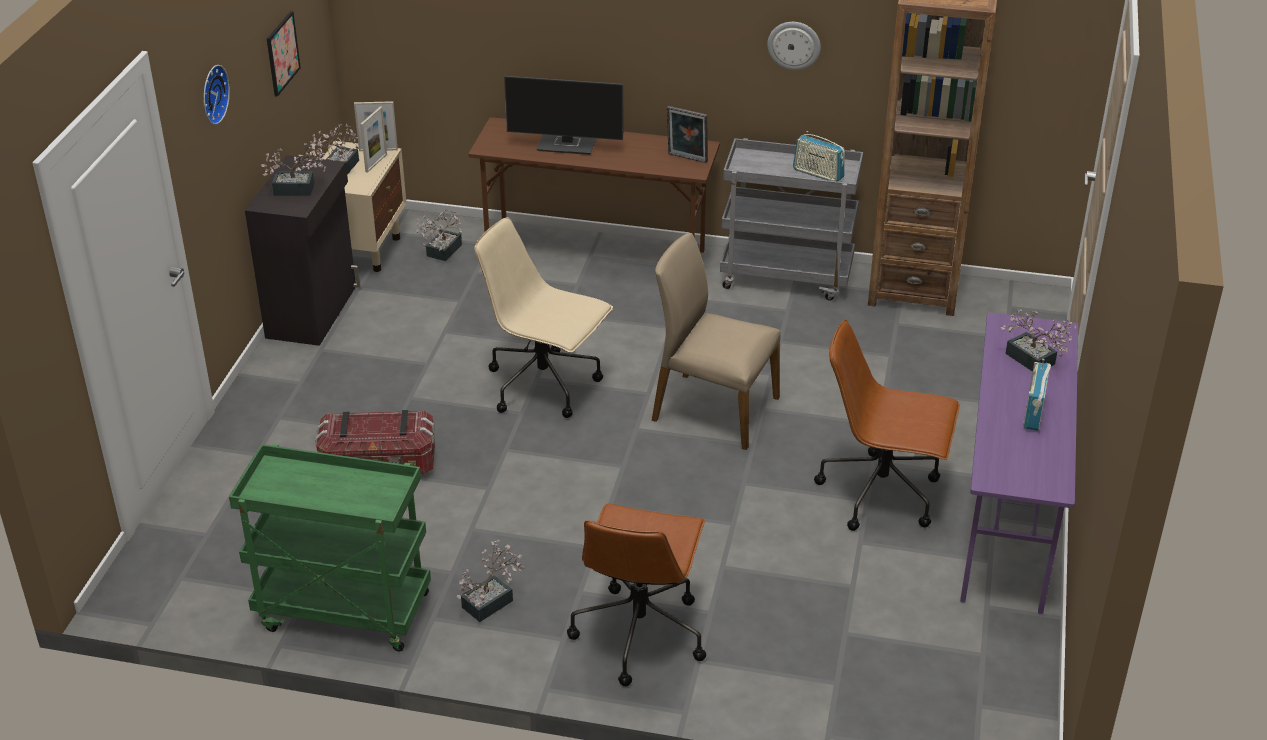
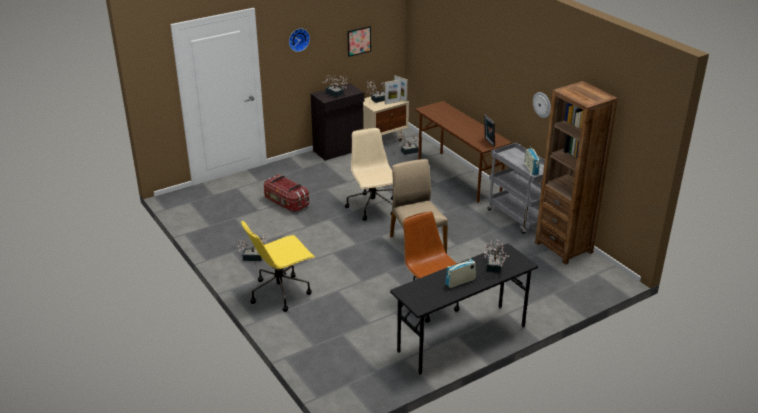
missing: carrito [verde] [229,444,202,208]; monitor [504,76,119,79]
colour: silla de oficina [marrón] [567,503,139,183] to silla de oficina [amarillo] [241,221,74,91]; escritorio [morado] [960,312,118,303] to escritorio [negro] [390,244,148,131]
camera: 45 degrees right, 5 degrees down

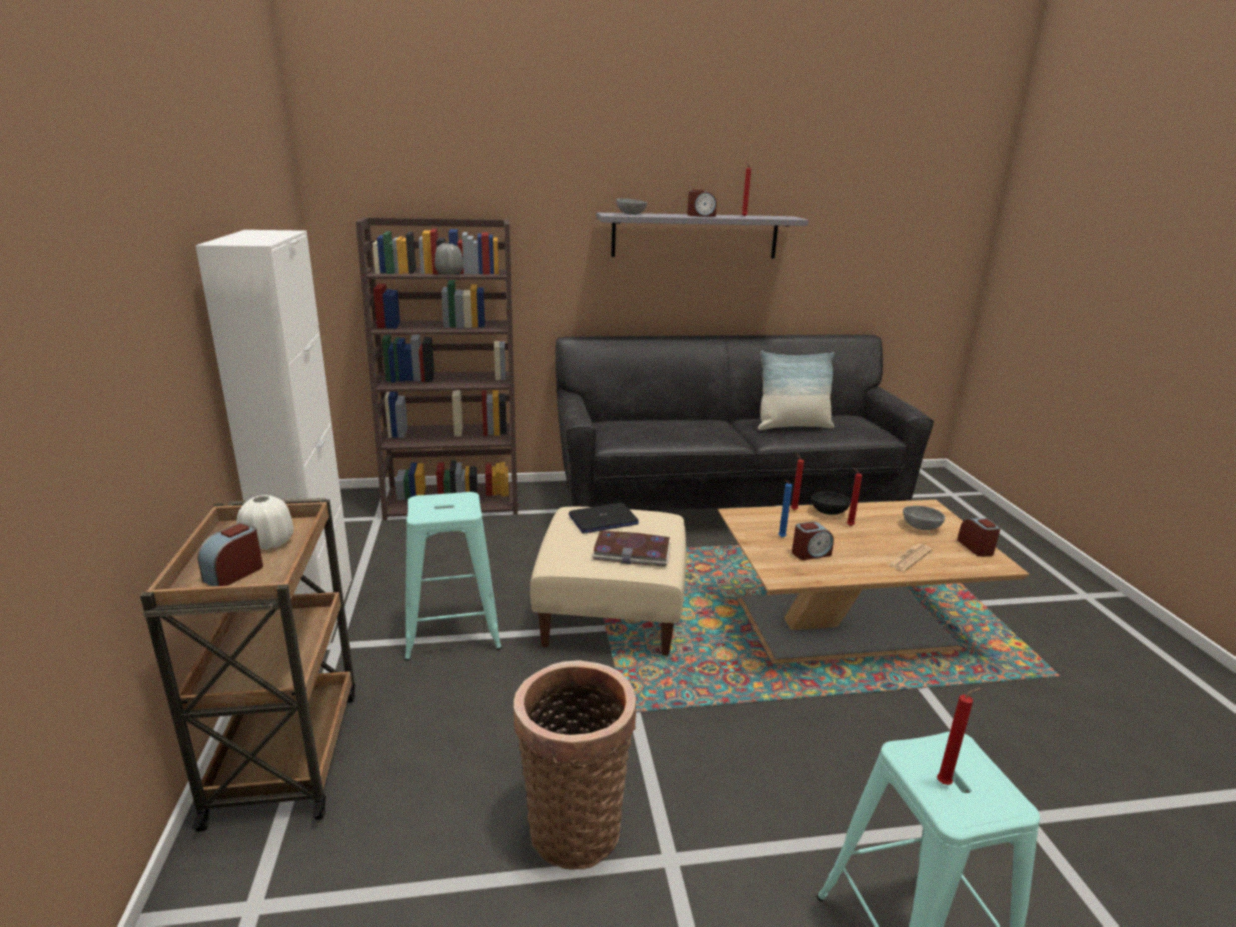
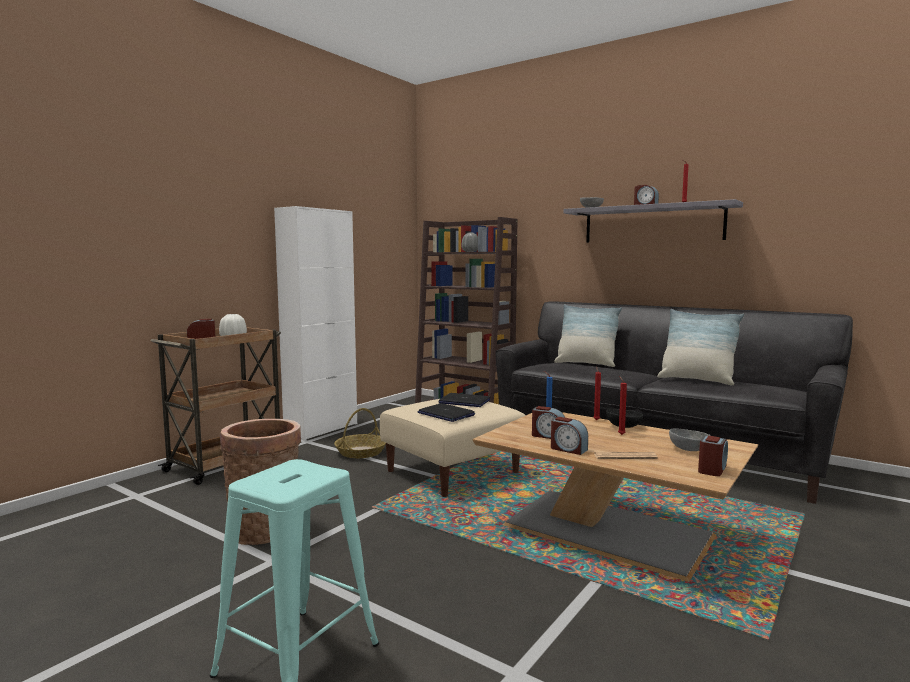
missing: vela [rojo] [937,688,45,97]
appeared: despertador [551,417,37,38]; cojín [554,304,68,63]
exchanged: taburete [turquesa] [405,492,97,169] to cesta [334,408,52,50]; libro [592,531,79,36] to portátil [418,403,57,19]
camera: 45 degrees right, 15 degrees down

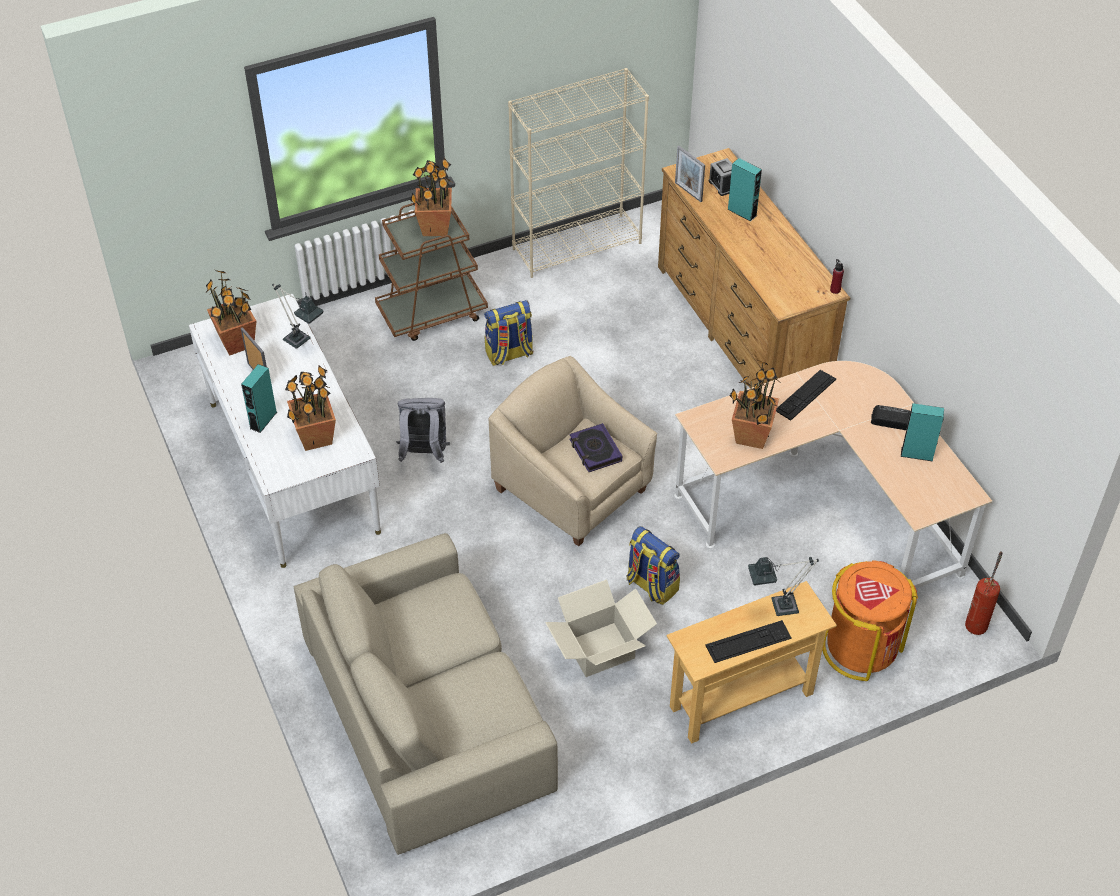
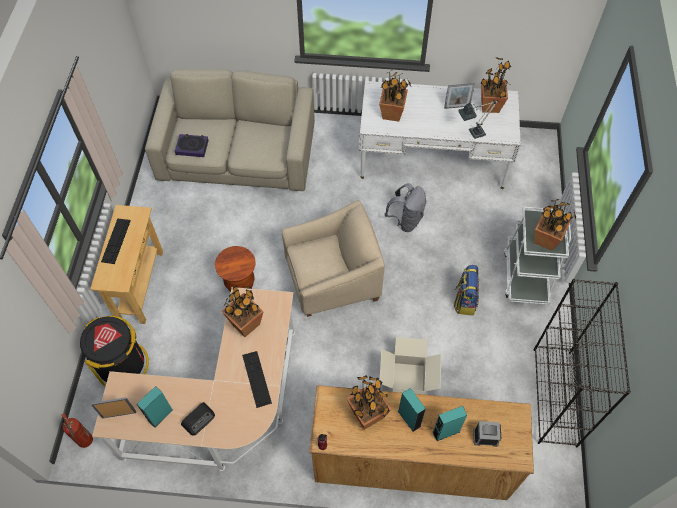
missing: lámpara de mesa [748,557,71,59]
appeared: planta en maceta [346,375,46,55]
relocated: altavoz [turquesa] [241,364,36,69] to [398,388,28,44]; caja de cartón [545,579,112,98] to [379,337,62,58]; libro [569,423,53,49] to [174,134,35,23]; portarretratos [675,146,30,56] to [91,397,45,21]
exchanged: mochila [627,526,53,79] to taburete [marrón] [215,246,41,46]
colour: carrito [marrón] [375,203,113,138] to carrito [blanco] [504,207,67,98]; estantería [beis] [508,68,141,210] to estantería [negro] [534,279,97,168]; papelera [naranja] [822,560,96,121] to papelera [negro] [80,316,69,70]
camera: 120 degrees right, 10 degrees up

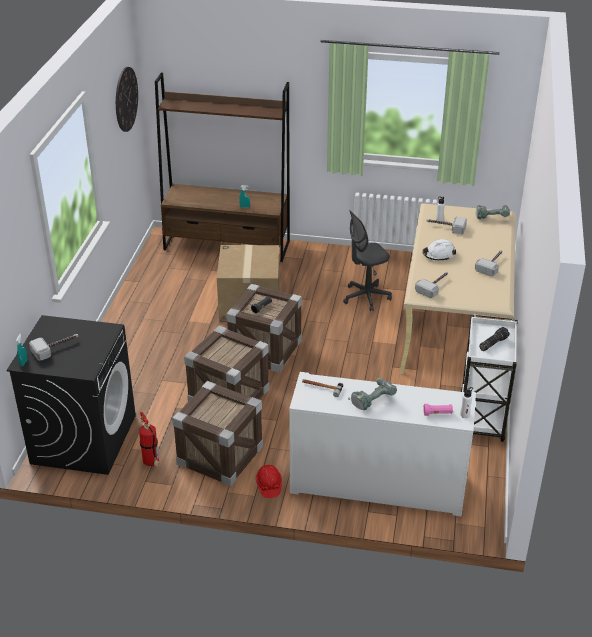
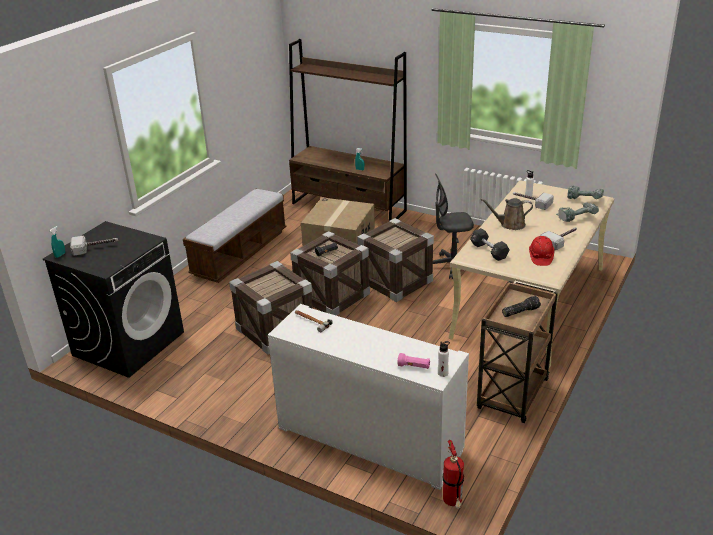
missing: reloj de pared [116,67,22,65]
appeared: banco [183,189,103,94]
relocated: extintor [139,412,20,54] to [443,440,21,68]; caja de embalaje [172,381,91,106] to [357,218,77,84]; casco [rojo] [256,465,26,33] to [529,236,26,30]; taladro [348,377,49,33] to [556,202,43,20]
exchanged: martillo [415,272,33,26] to mancuerna [negro] [470,228,39,33]; casco [blanco] [423,239,33,22] to regadera [marrón] [480,198,53,32]
colour: carrito [blanco] [461,314,57,128] to carrito [marrón] [477,281,81,142]
camera: 20 degrees right, 5 degrees down

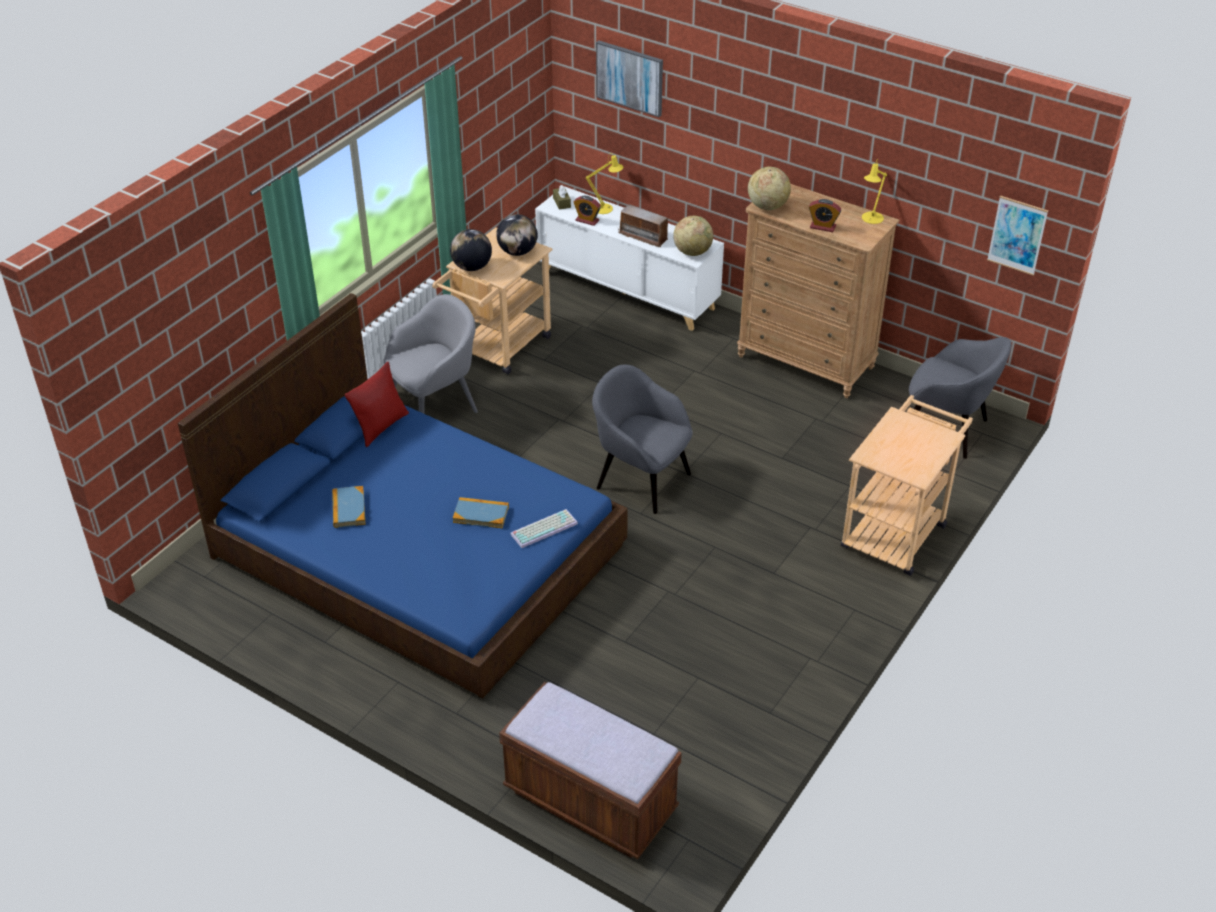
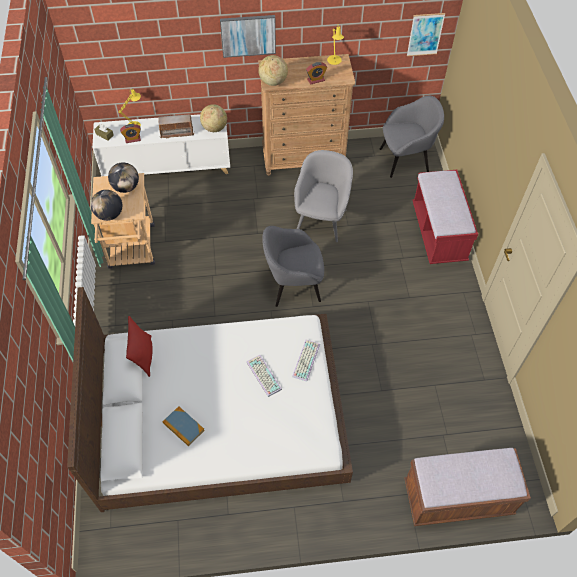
relocated: sillón [gris] [383,294,95,119] to [294,150,59,92]; cuadro [596,41,67,76] to [220,15,56,43]
exchanged: libro [453,497,56,31] to teclado [247,355,35,42]; carrito [beis] [841,395,132,181] to banco [rojo] [412,170,66,94]
colour: cama [azul] [178,293,450,405] to cama [blanco] [67,287,286,225]
camera: 40 degrees left, 15 degrees up

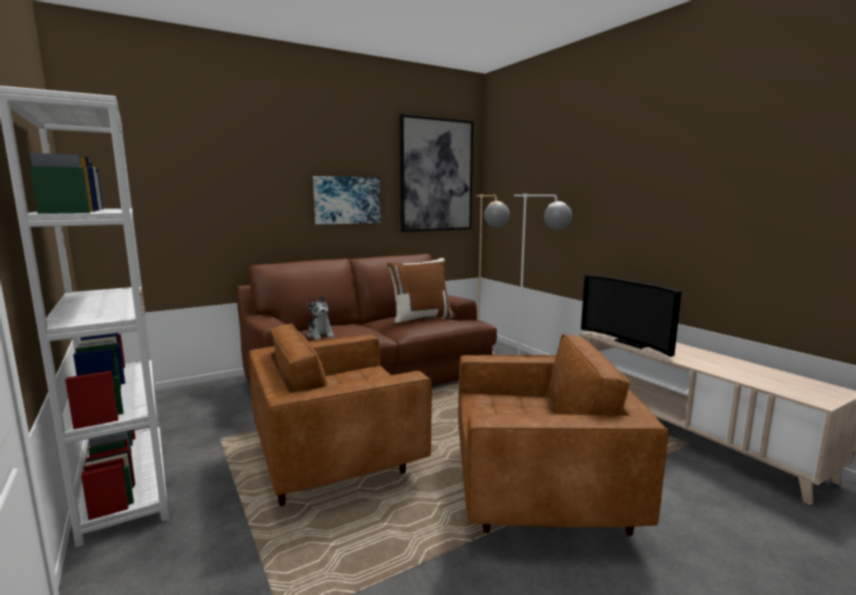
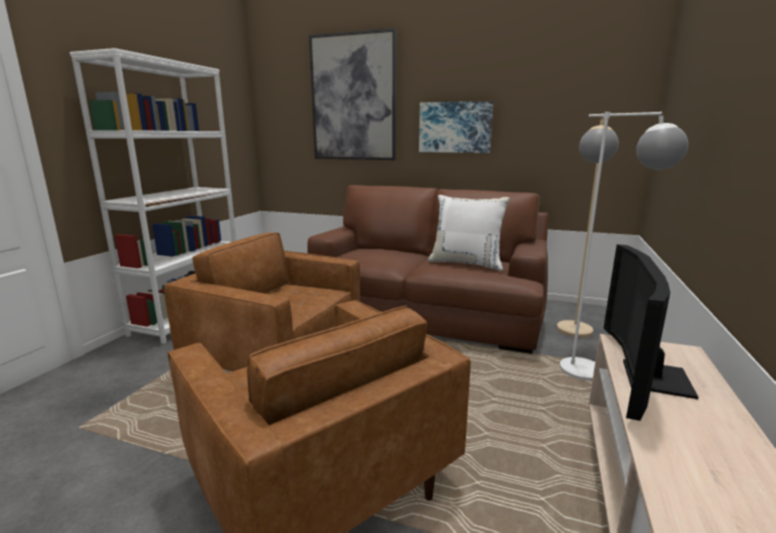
missing: peluche [307,295,27,45]
relocated: cuadro [399,114,74,118] to [309,28,88,132]
colour: cojín [marrón] [387,258,68,67] to cojín [blanco] [428,195,82,76]
camera: 50 degrees right, 5 degrees up

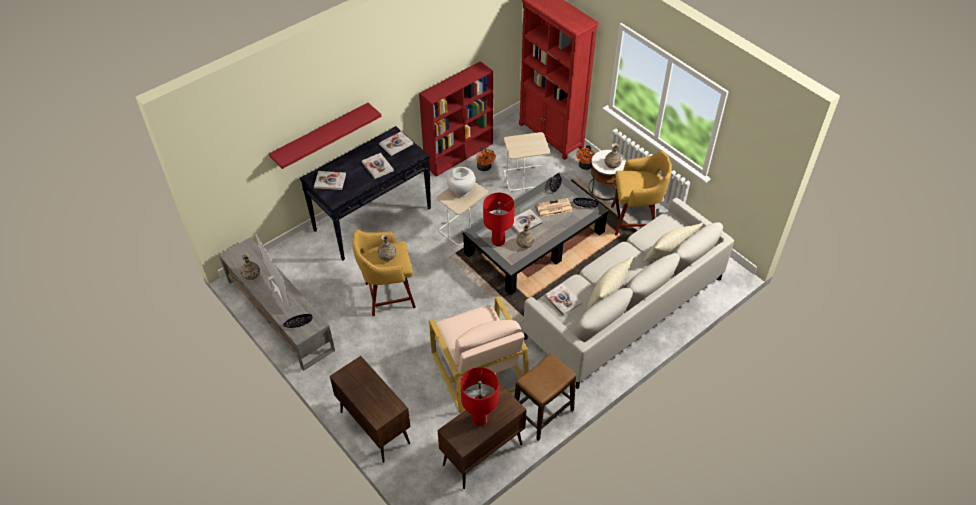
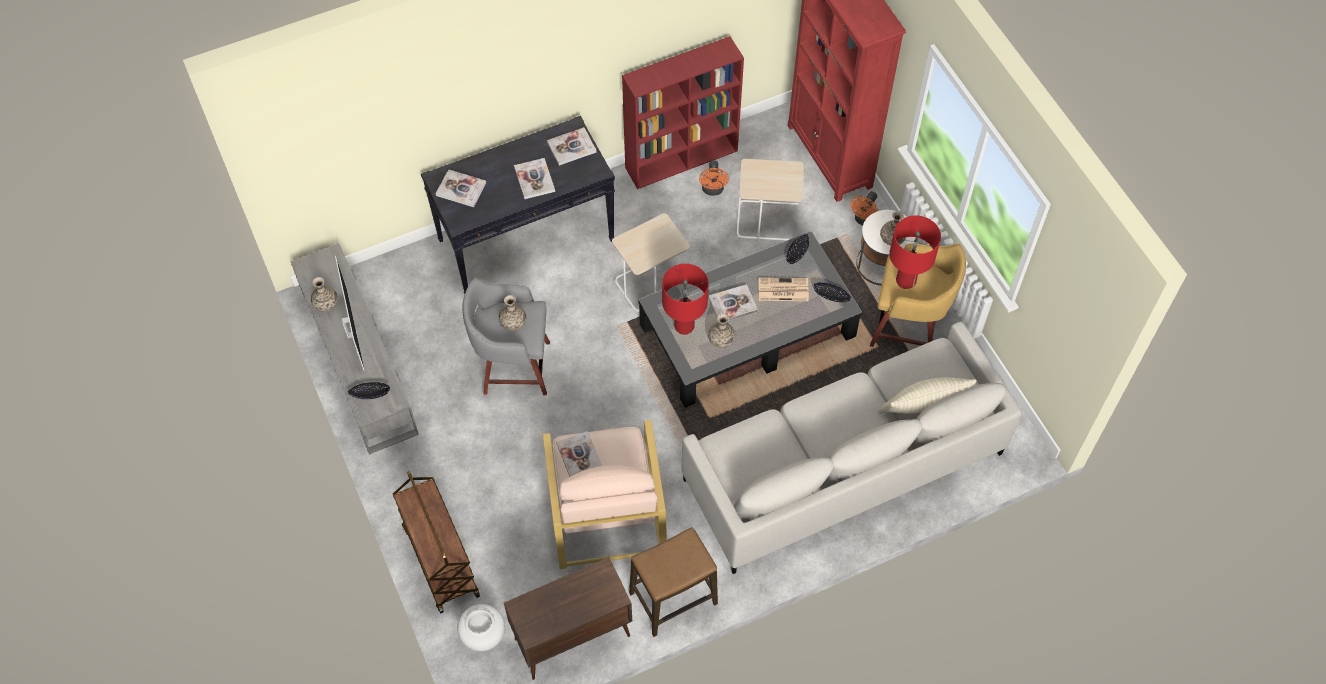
missing: estante [rojo] [269,103,112,66]; cojín [beis] [587,256,46,54]
relocated: florero [blanco] [446,167,29,30] to [457,604,48,47]; lámpara de mesa [rojo] [461,367,38,59] to [889,216,52,73]; libro [544,284,37,32] to [556,431,46,46]
exchanged: armario [marrón] [330,356,81,107] to carrito [marrón] [393,471,87,142]
colour: taburete [amarillo] [353,229,63,87] to taburete [gris] [462,278,88,117]
camera: 15 degrees right, 10 degrees up

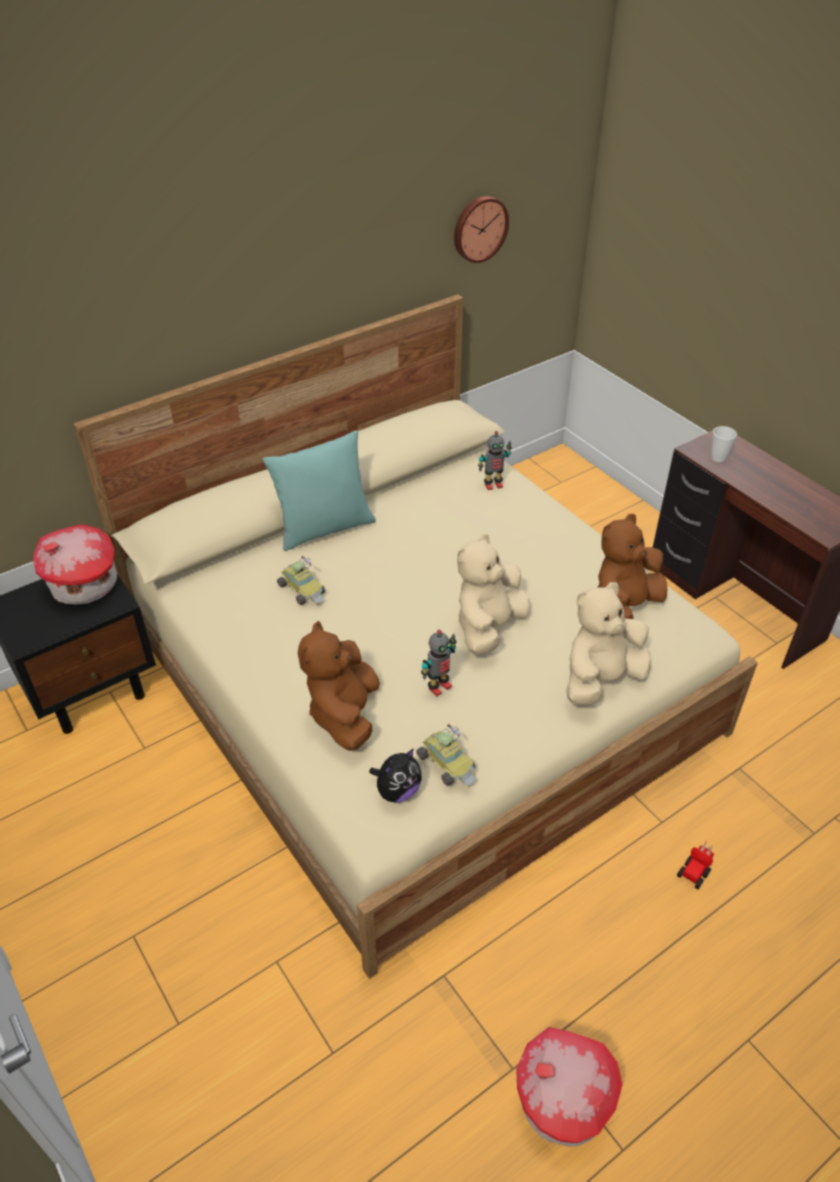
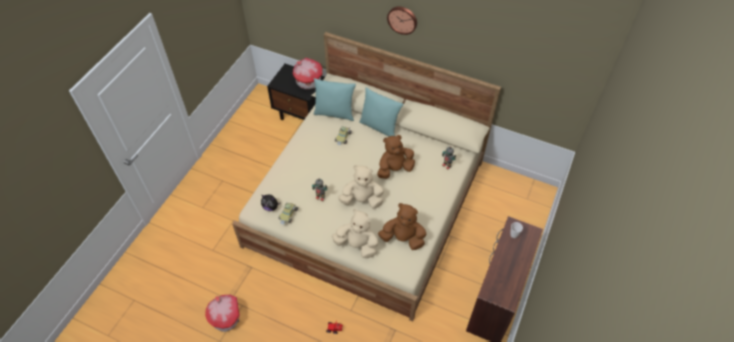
appeared: cojín [turquesa] [313,78,43,43]
relocated: peluche [marrón] [298,621,82,130] to [377,135,38,44]; reloj de pared [454,196,55,67] to [387,6,30,29]
camera: 60 degrees right, 10 degrees up

